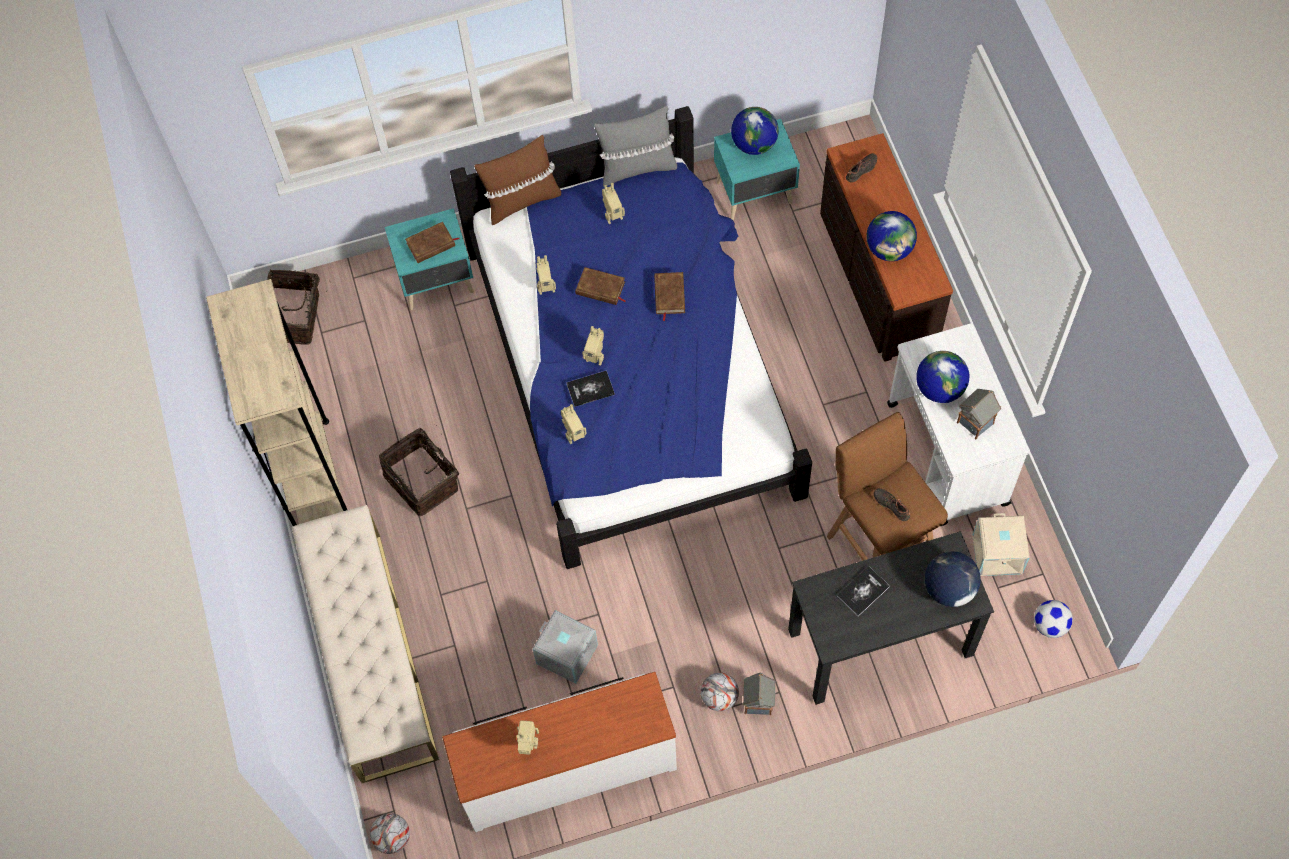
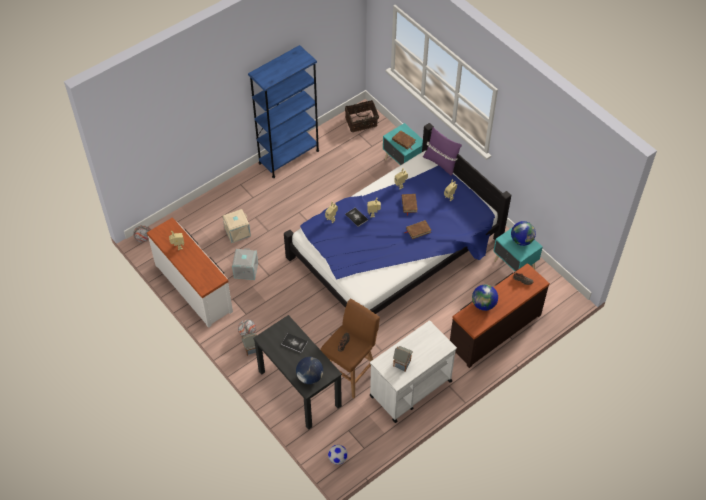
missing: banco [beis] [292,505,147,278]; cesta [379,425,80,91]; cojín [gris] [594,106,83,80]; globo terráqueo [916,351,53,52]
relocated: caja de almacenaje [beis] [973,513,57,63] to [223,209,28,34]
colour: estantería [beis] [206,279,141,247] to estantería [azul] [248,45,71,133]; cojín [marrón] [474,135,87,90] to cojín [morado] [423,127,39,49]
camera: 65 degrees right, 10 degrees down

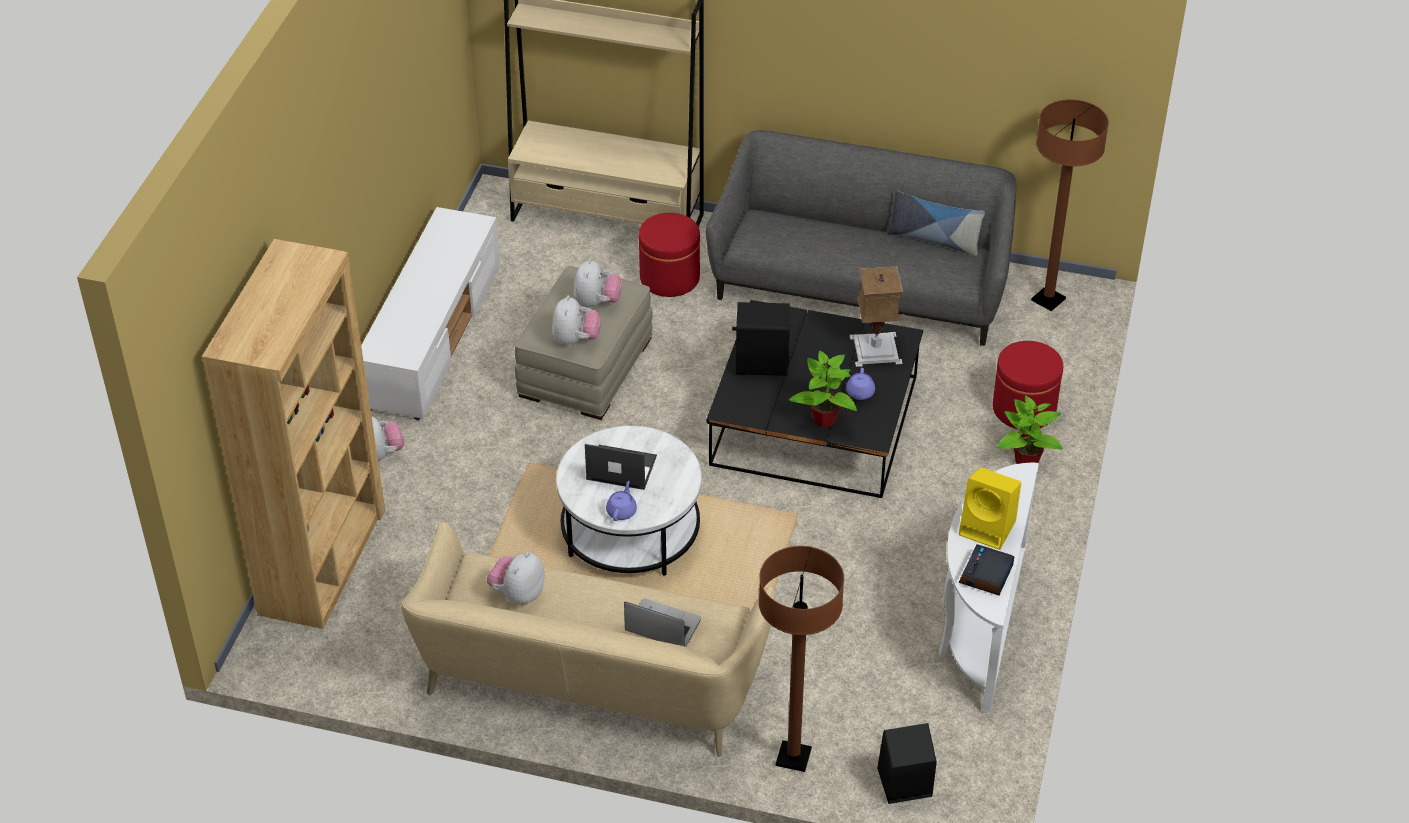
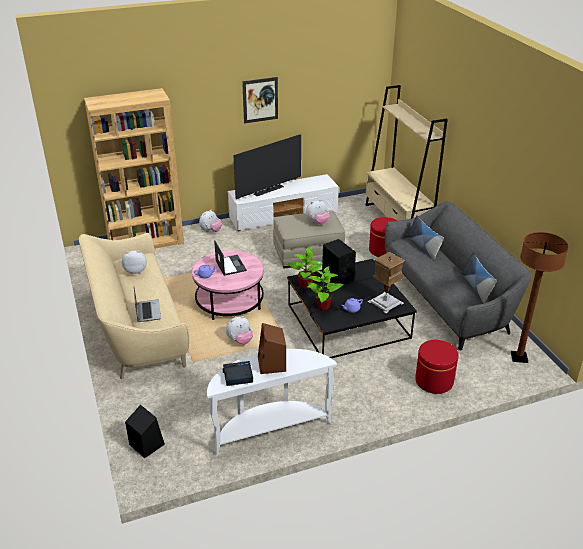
missing: lámpara de pie [marrón] [759,546,85,226]
appeared: televisor [234,134,67,65]; cuadro [242,77,36,46]; cojín [407,215,37,45]
relocated: peluche [552,295,49,51] to [226,316,27,29]; planta en maceta [997,395,66,69] to [288,246,35,43]
colour: mesa de centro [blanco] [556,425,146,151] to mesa de centro [rosa] [192,250,72,70]; altavoz [amarillo] [959,467,62,83] to altavoz [marrón] [258,323,28,51]
camera: 55 degrees right, 10 degrees down

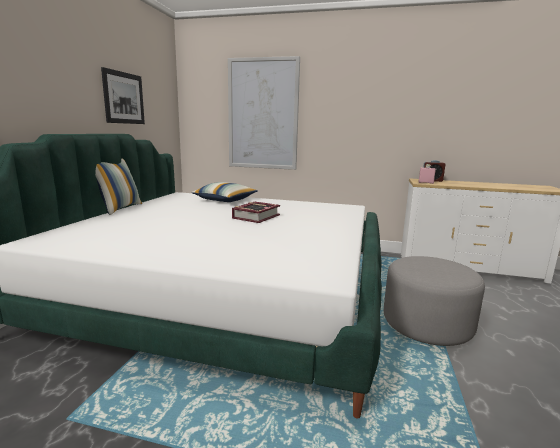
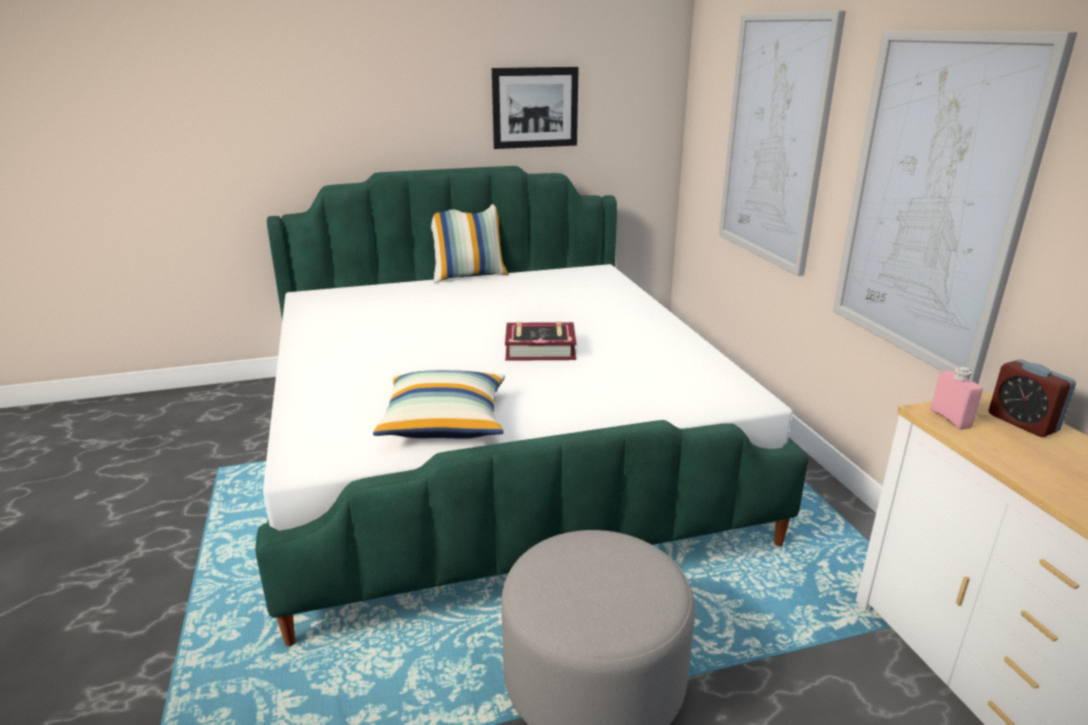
appeared: cuadro [833,30,244,354]
relocated: cojín [191,182,66,20] to [373,370,132,69]
camera: 60 degrees right, 10 degrees up

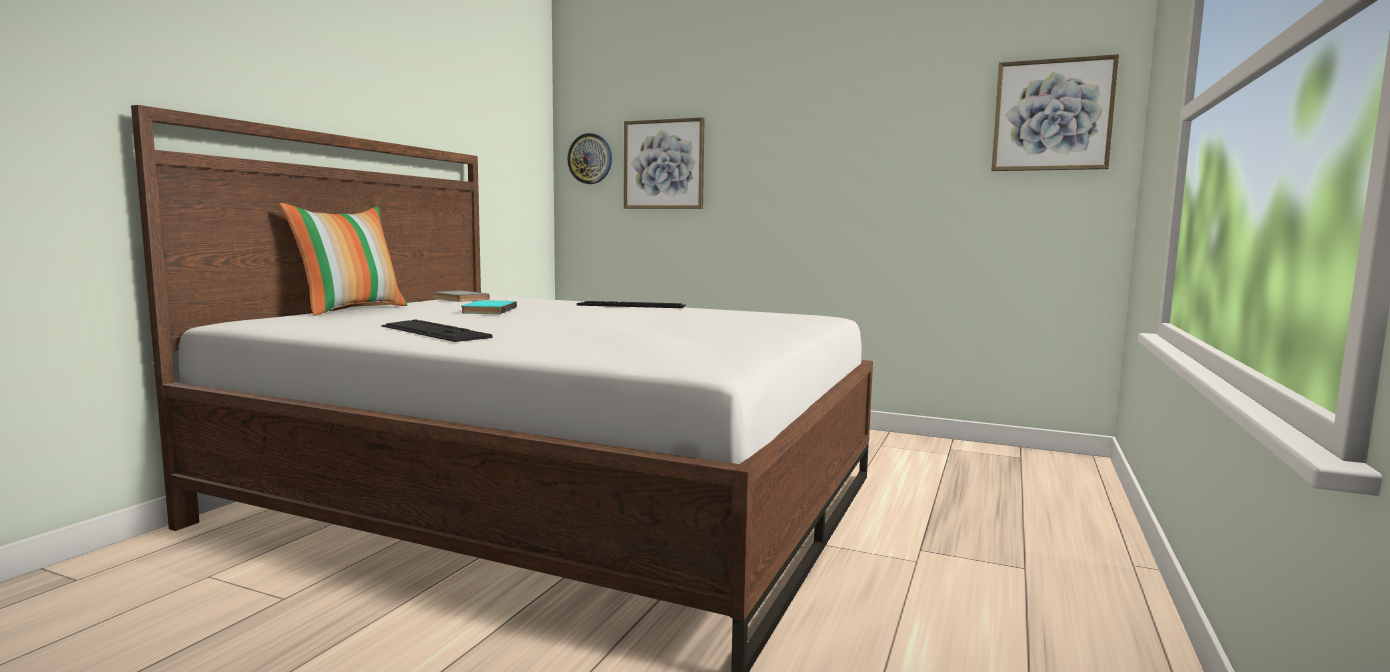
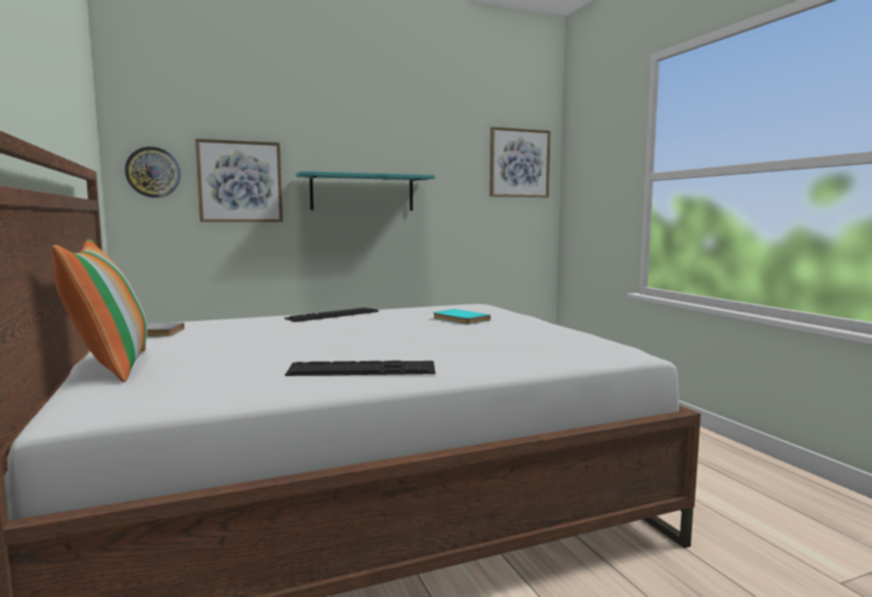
appeared: estante [turquesa] [296,171,139,40]
relocated: libro [turquesa] [461,300,56,14] to [433,309,58,16]
camera: 45 degrees left, 0 degrees up

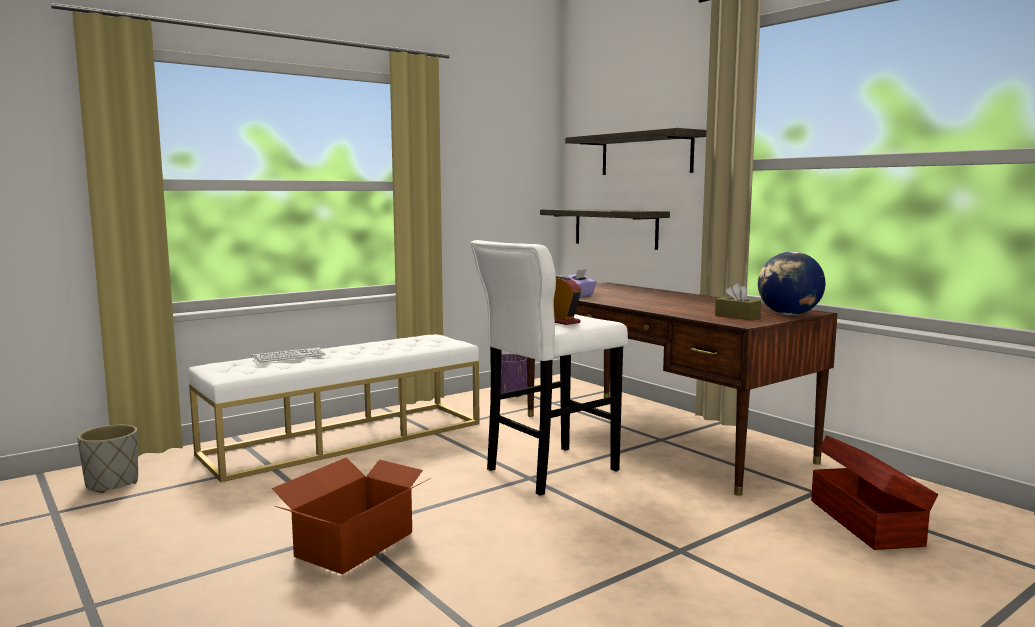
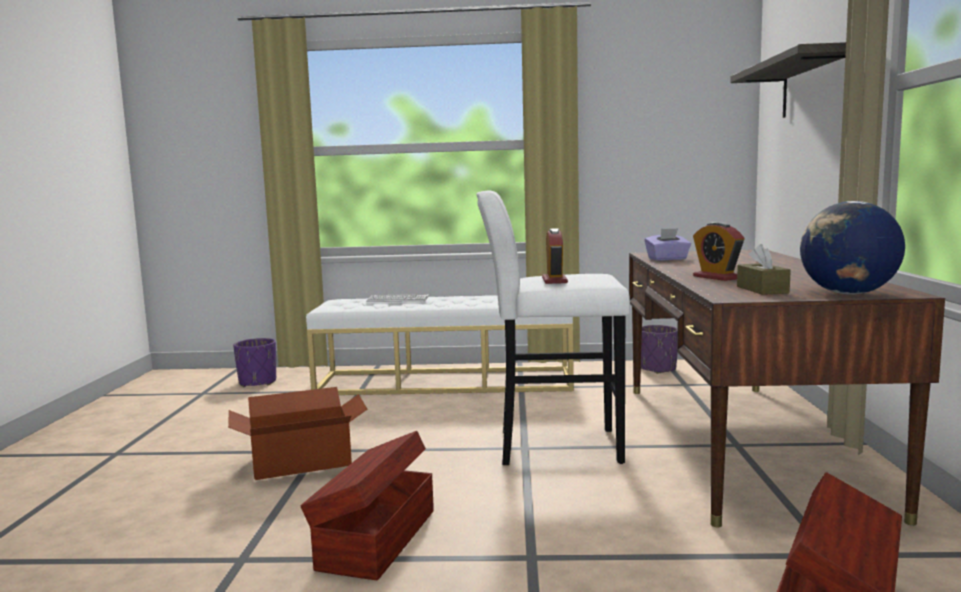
missing: estante [540,209,130,41]
appeared: caja de almacenaje [marrón] [300,431,134,149]; despertador [693,222,51,59]
colour: maceta [gris] [77,425,61,68] to maceta [morado] [233,338,43,49]
camera: 40 degrees right, 0 degrees up

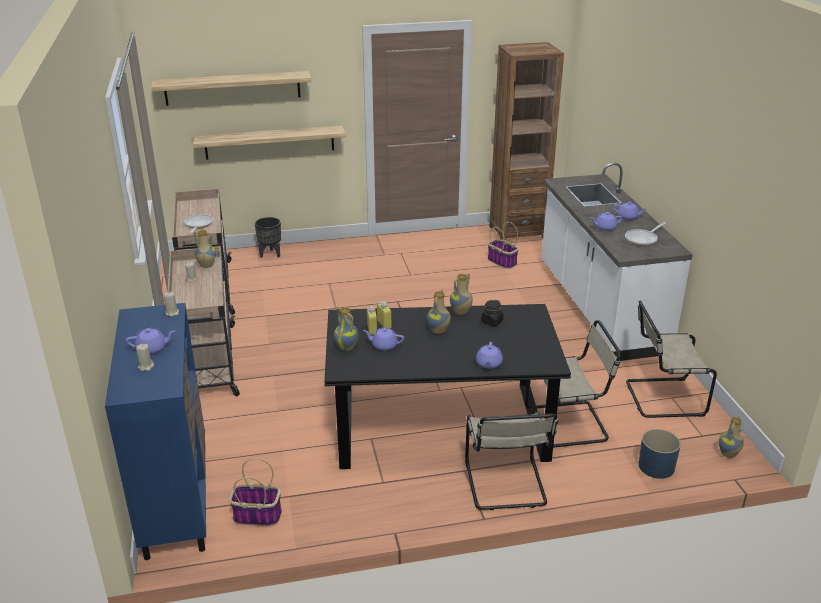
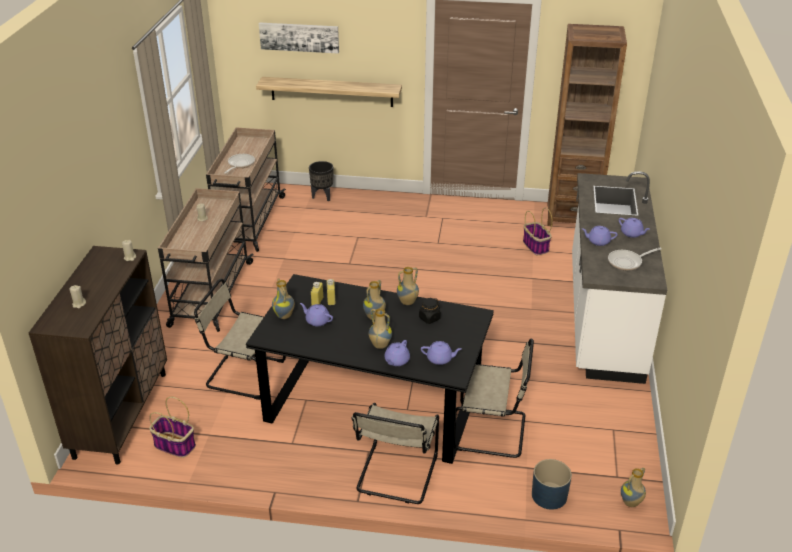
relocated: tetera [morado] [126,328,49,27] to [421,341,40,24]; florero [194,230,22,38] to [369,309,23,40]; silla [beis] [626,300,91,118] to [194,279,92,121]
exchanged: estante [151,71,160,35] to cuadro [259,23,80,31]
colour: armario [azul] [105,303,101,257] to armario [marrón] [29,246,138,219]
camera: 20 degrees right, 5 degrees up

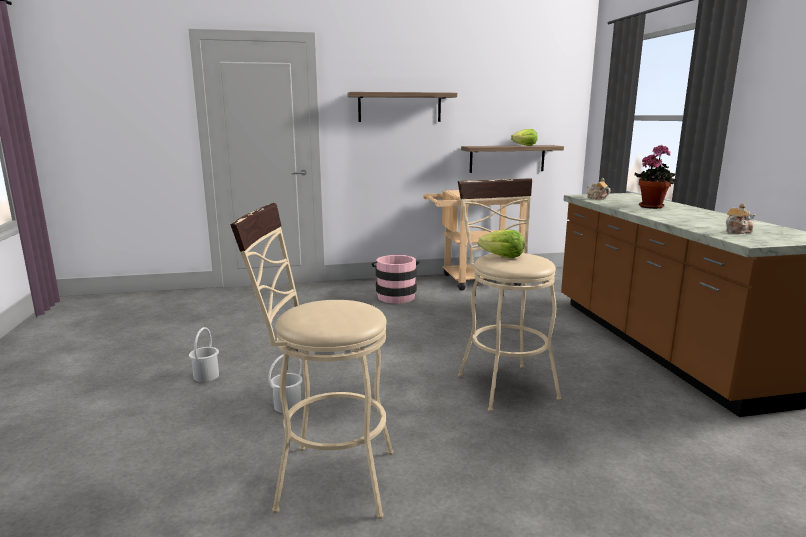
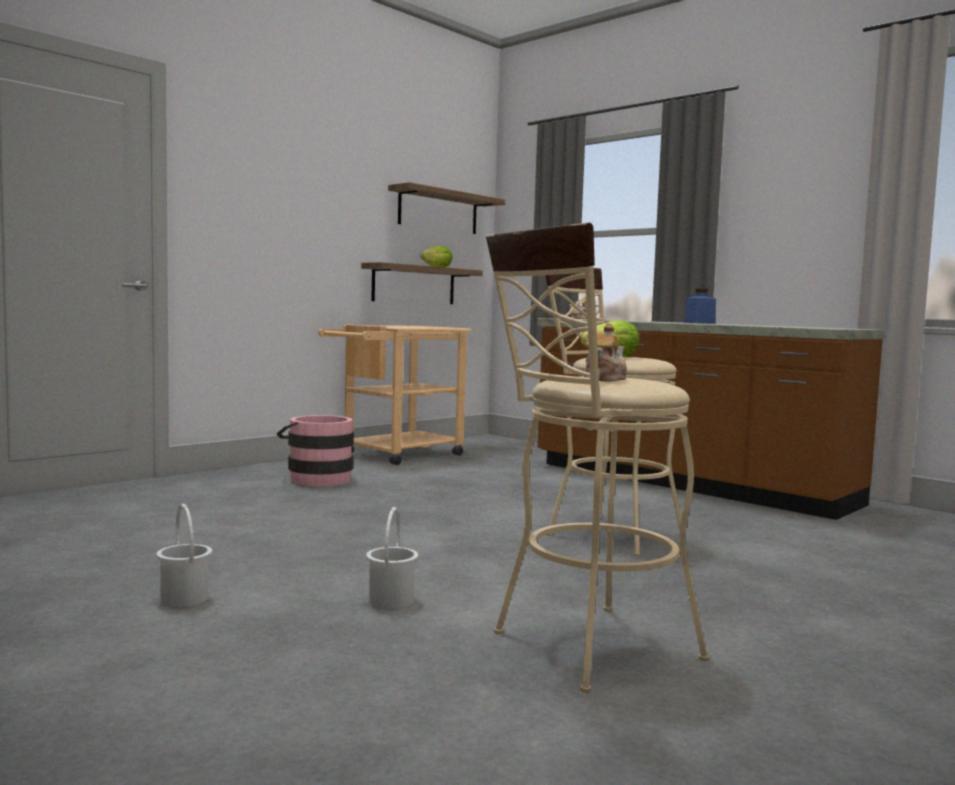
missing: planta en maceta [635,145,42,64]
appeared: tarro [azul] [684,289,32,35]
relocated: estante [347,92,110,30] to [388,182,117,52]; tetera [726,204,29,30] to [584,323,43,59]
camera: 35 degrees left, 10 degrees down

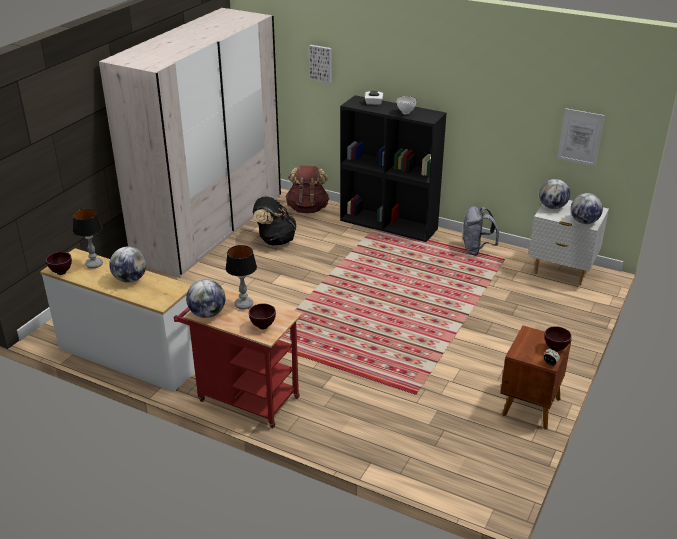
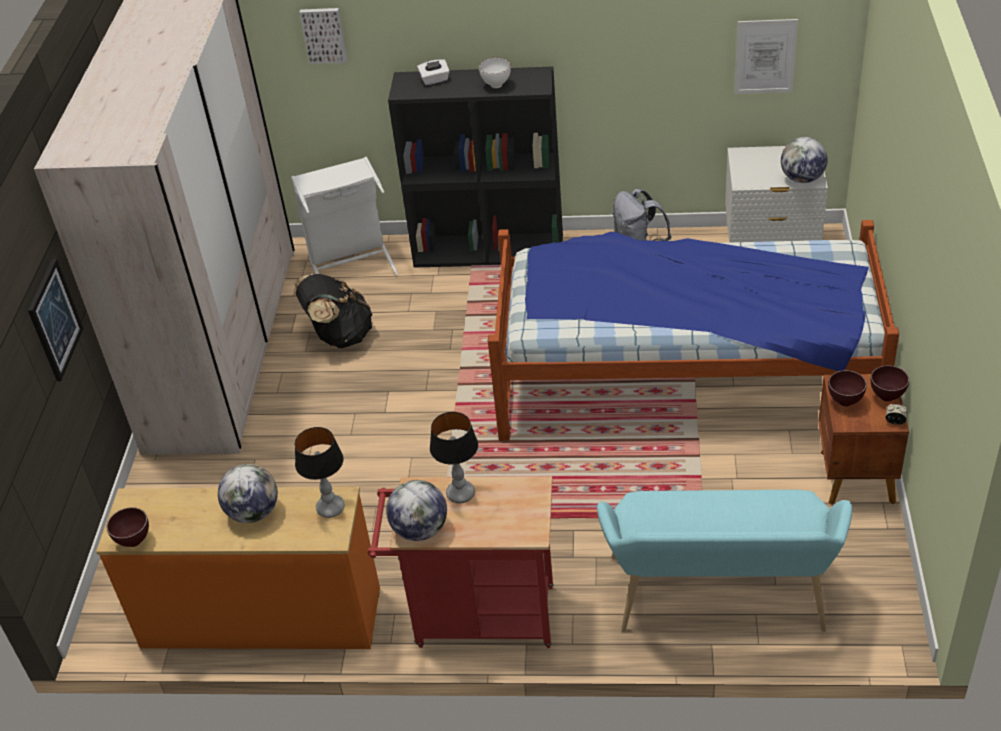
missing: globo terráqueo [539,179,31,30]
appeared: cuadro [28,259,55,122]; cama [488,220,411,221]; banco [turquesa] [597,490,255,142]
relocated: lámpara de mesa [73,208,30,61] to [294,427,51,91]; cuenco [marrón] [249,304,27,25] to [828,370,39,36]
exchanged: mochila [marrón] [285,166,45,47] to cesto de la ropa [blanco] [291,157,107,118]
colour: cómoda [blanco] [40,248,155,144] to cómoda [naranja] [96,487,284,162]
camera: 20 degrees left, 10 degrees up

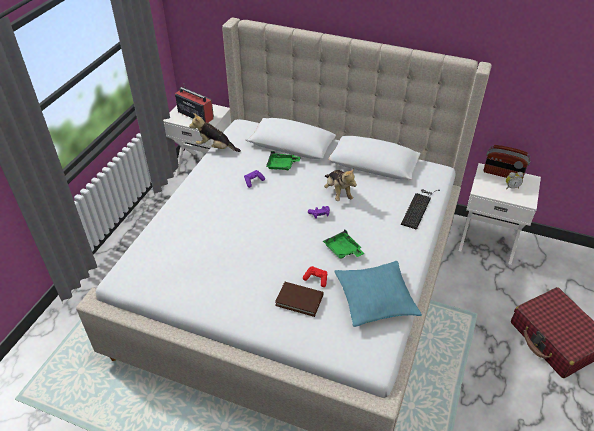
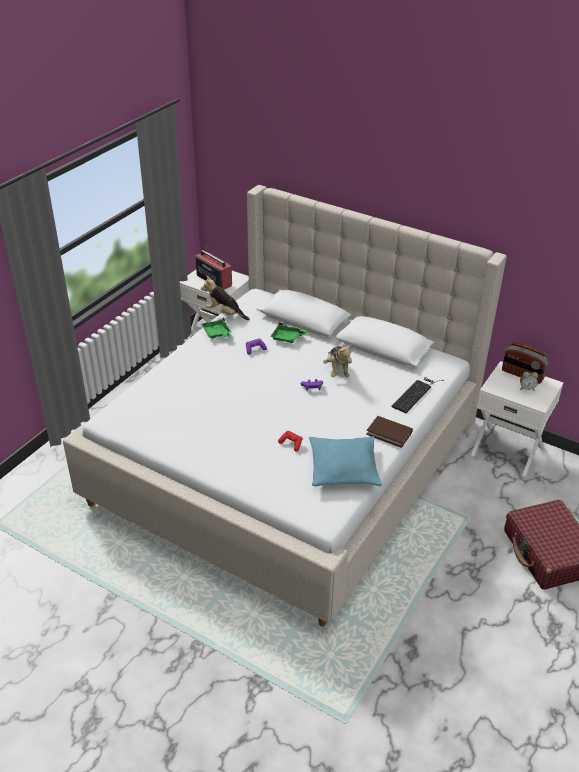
relocated: libro [marrón] [275,282,48,35] to [366,416,47,32]; bandeja [verde] [323,230,41,29] to [201,318,30,21]
camera: 10 degrees right, 5 degrees down

